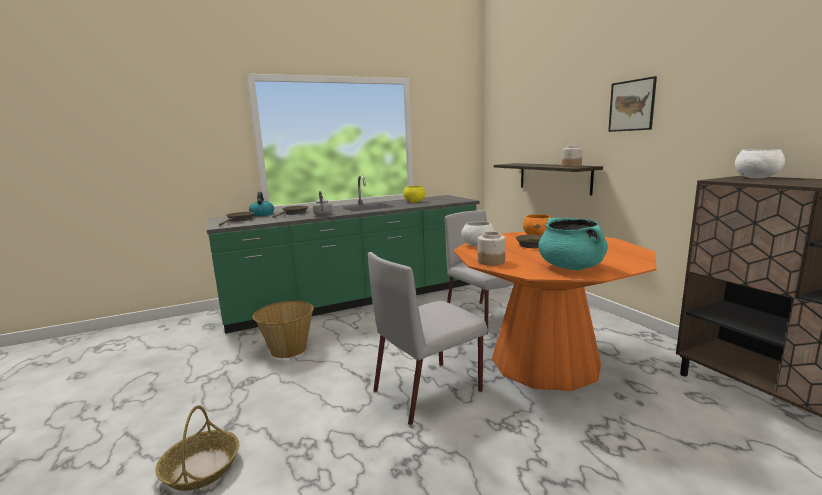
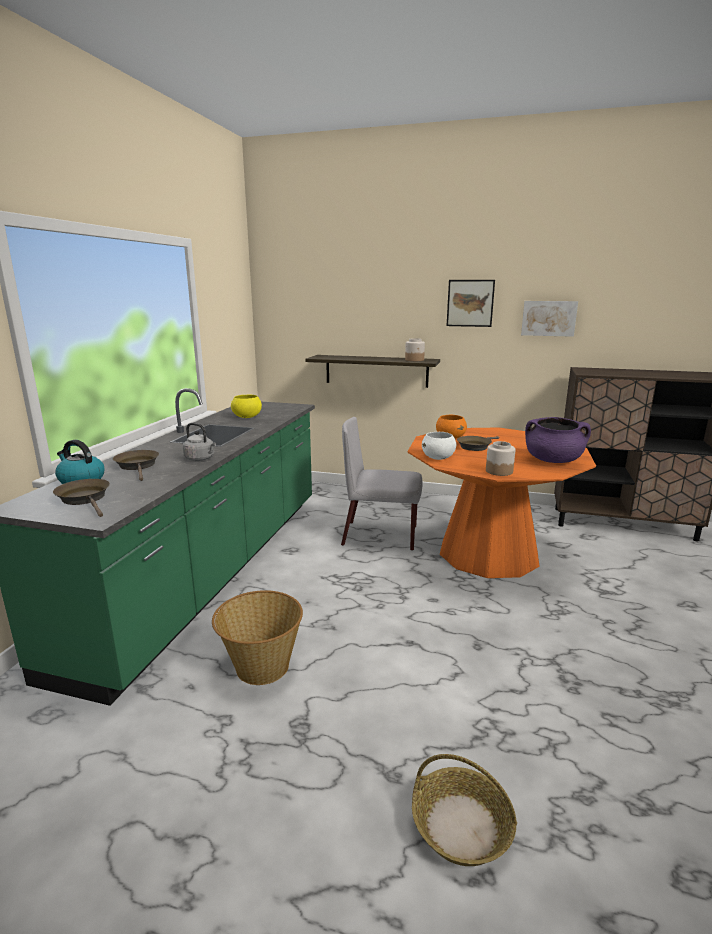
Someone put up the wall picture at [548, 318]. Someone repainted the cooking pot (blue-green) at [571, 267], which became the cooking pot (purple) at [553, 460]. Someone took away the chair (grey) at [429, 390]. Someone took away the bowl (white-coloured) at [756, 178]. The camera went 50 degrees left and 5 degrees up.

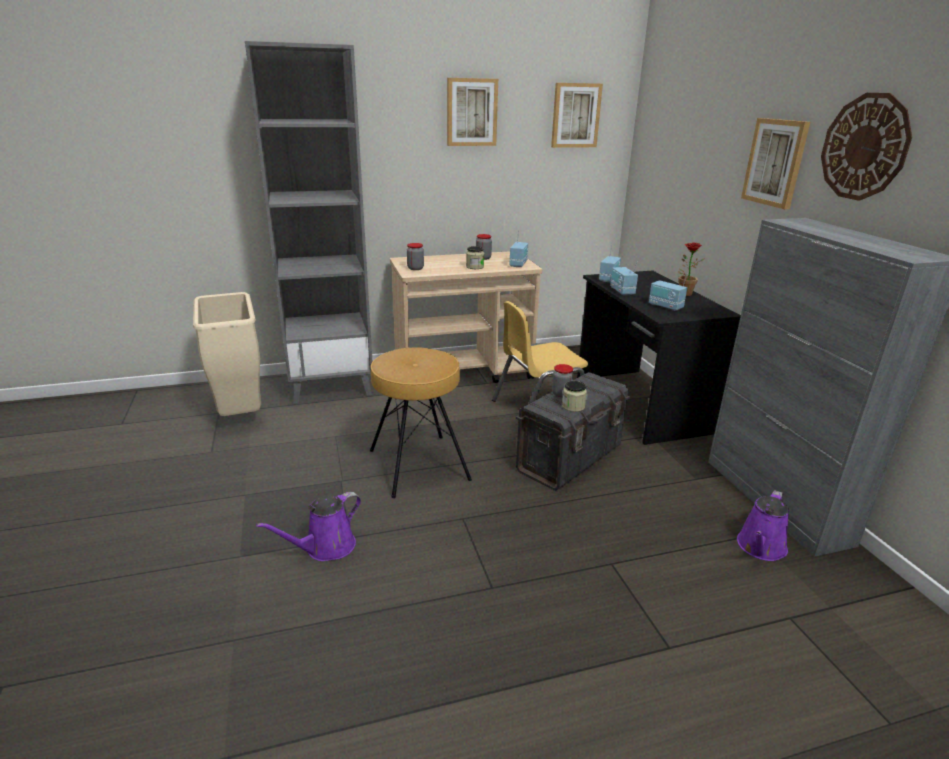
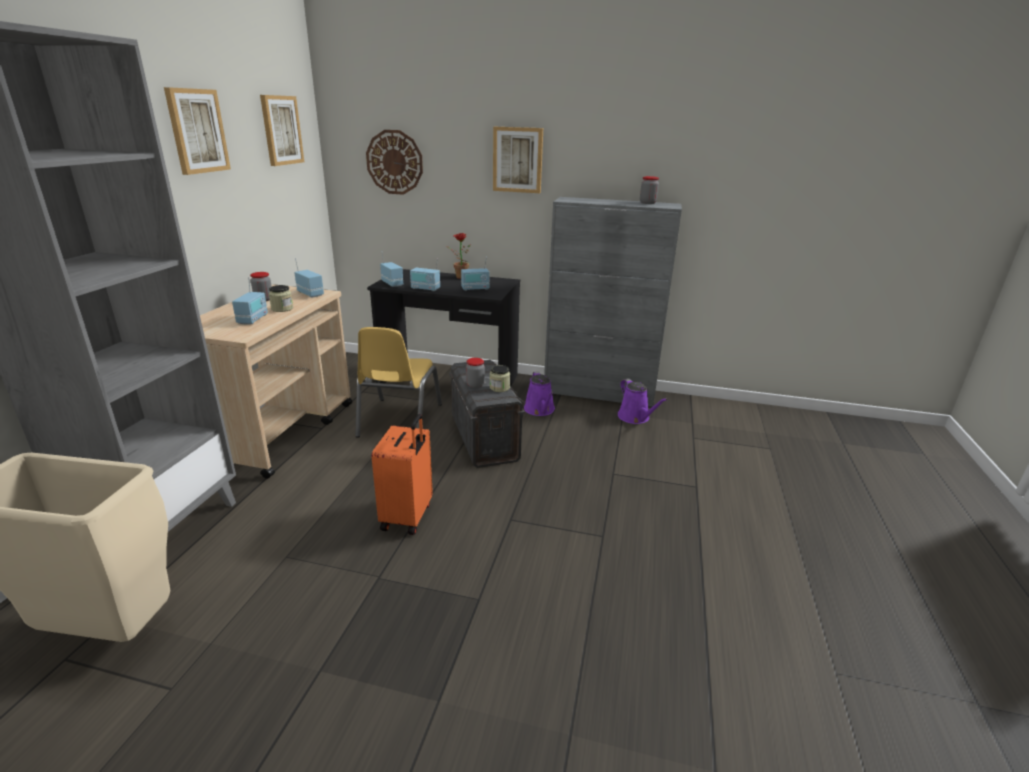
Someone put down the radio at [253, 319]. Someone carried the clock on the wall from [864, 147] to [394, 162]. Someone swapped the stool (brownish) at [418, 465] for the piece of luggage (orange-coloured) at [408, 517]. Someone carried the sprinkling can (purple) from [326, 548] to [540, 410]. Someone carried the jar from [415, 268] to [647, 203]. The camera went 60 degrees left and 0 degrees up.

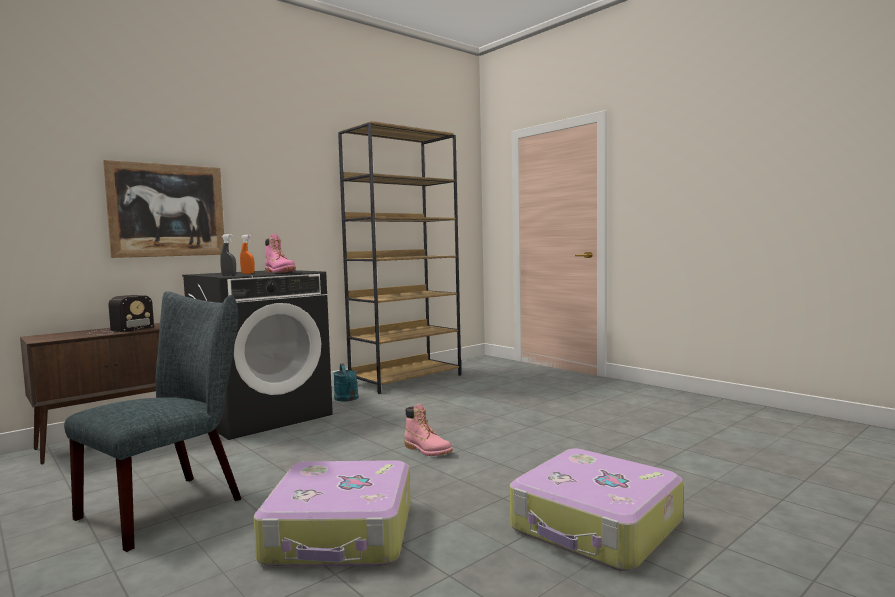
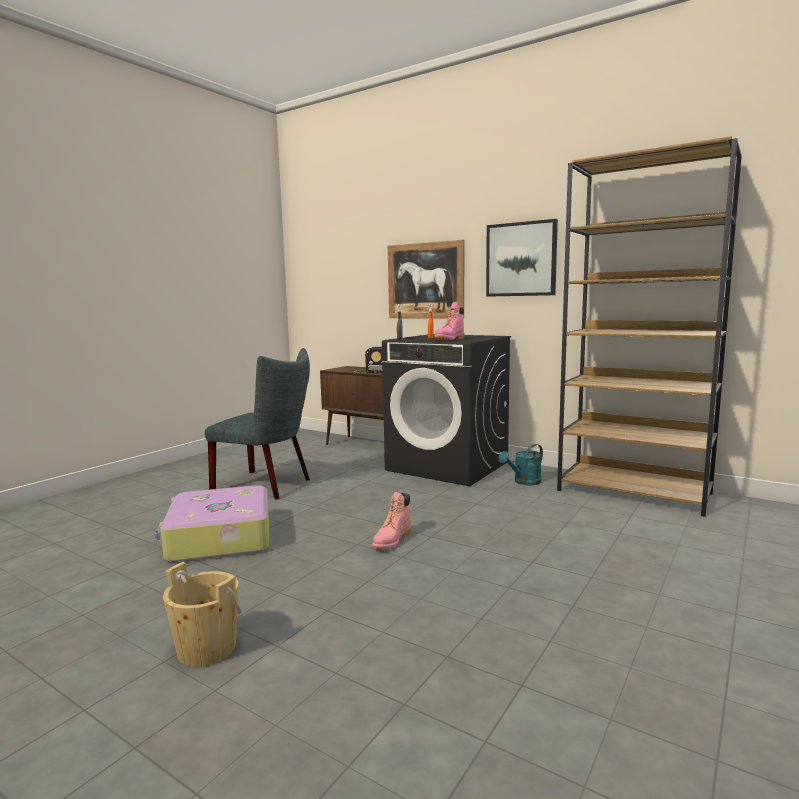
Someone swapped the piece of luggage at [596, 527] for the water bucket (beige) at [207, 649]. Someone put up the wall picture at [521, 259]. The camera went 75 degrees right and 5 degrees up.

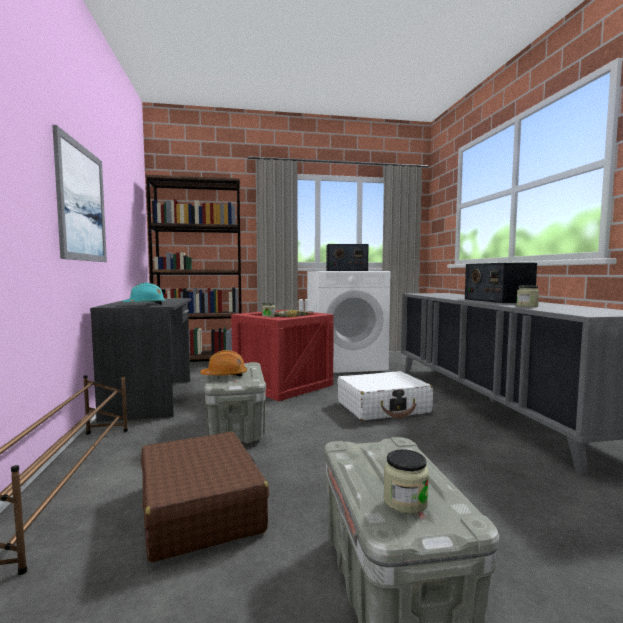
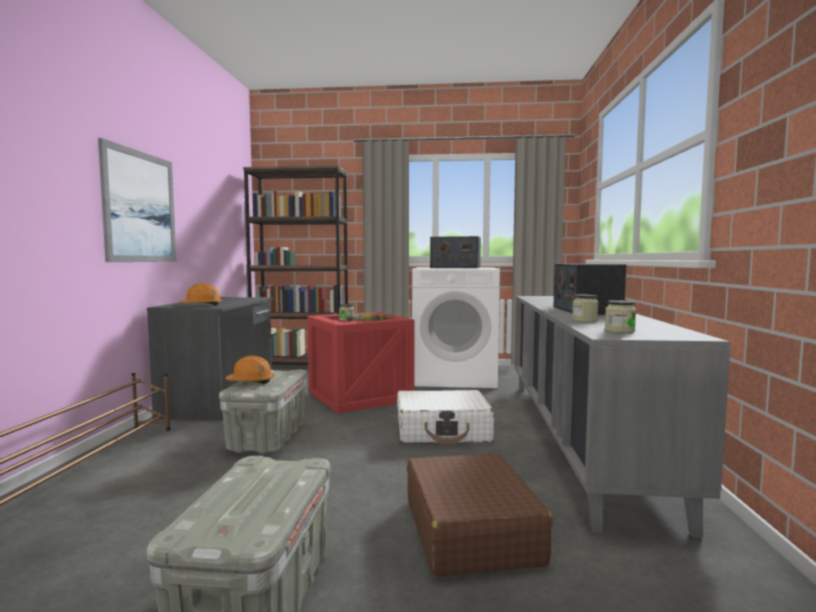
Someone repainted the work helmet (blue-green) at [145, 305], which became the work helmet (orange-coloured) at [202, 305]. Someone carried the piece of luggage (brownish) from [200, 508] to [470, 530]. Someone carried the jar from [405, 501] to [619, 331]. The camera went 15 degrees right and 0 degrees up.

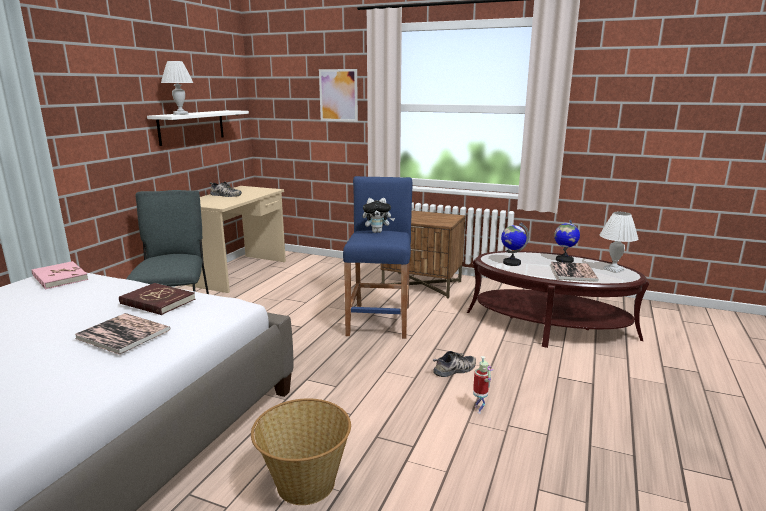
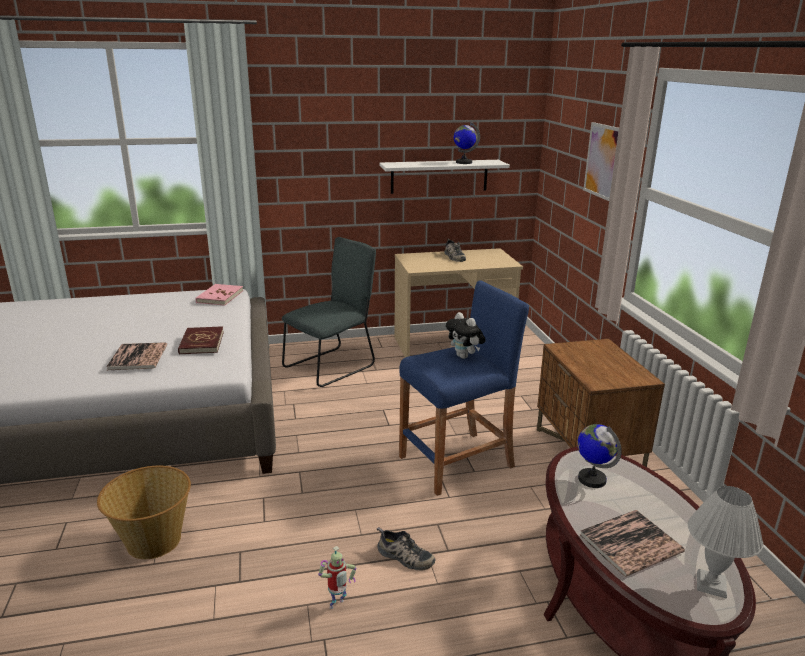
Someone carried the desk globe from [564, 260] to [463, 162]. Someone took away the lamp for a table (white-coloured) at [180, 114]. The camera went 55 degrees right and 5 degrees up.

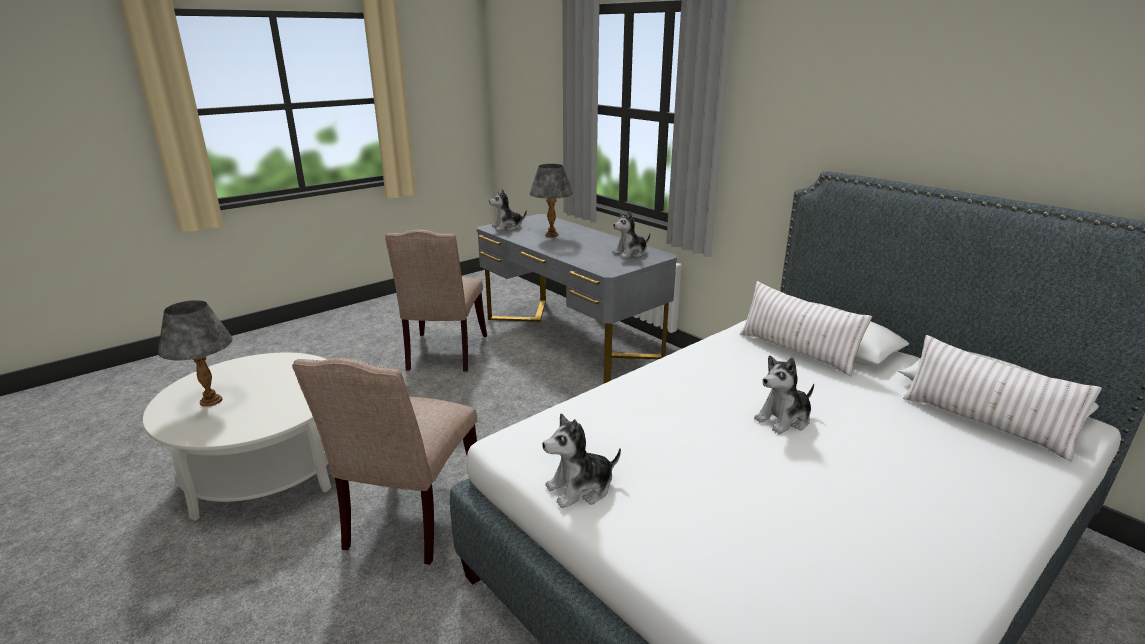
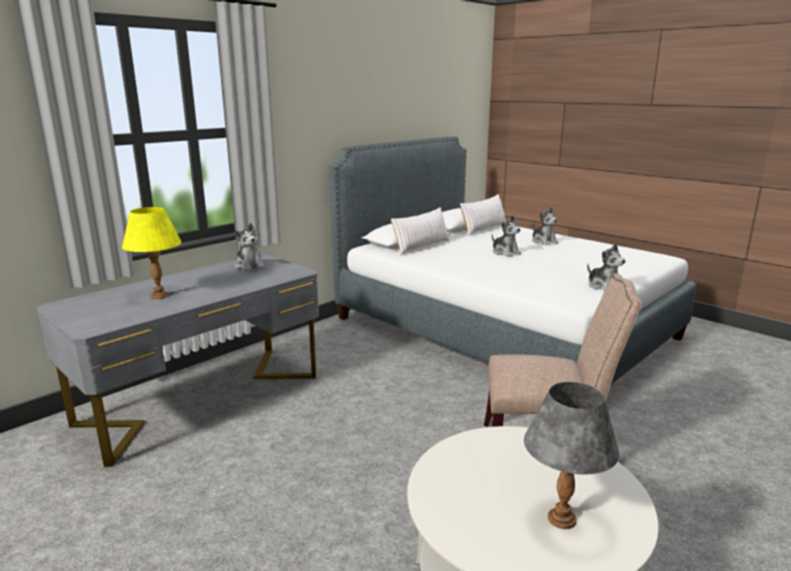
Someone repainted the lamp for a table (grey) at [552, 235], which became the lamp for a table (yellowish) at [160, 295]. Someone carried the cuddly toy from [507, 227] to [544, 241]. Someone took away the chair (beige) at [444, 354]. The camera went 95 degrees left and 5 degrees down.

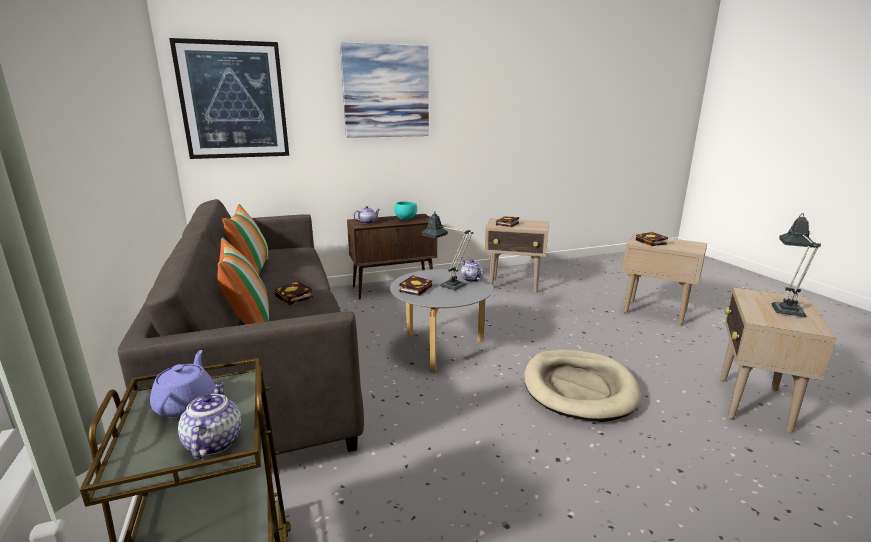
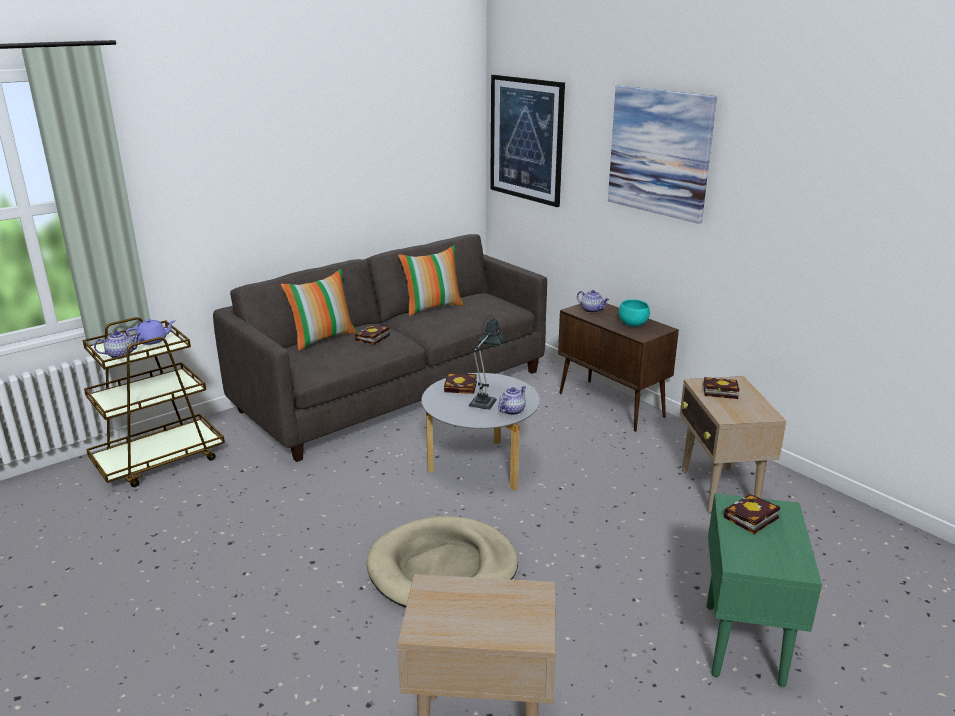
Someone repainted the accent table (beige) at [654, 312], which became the accent table (green-coloured) at [744, 643]. Someone took away the lamp for a table at [785, 308]. The camera went 70 degrees right and 5 degrees up.

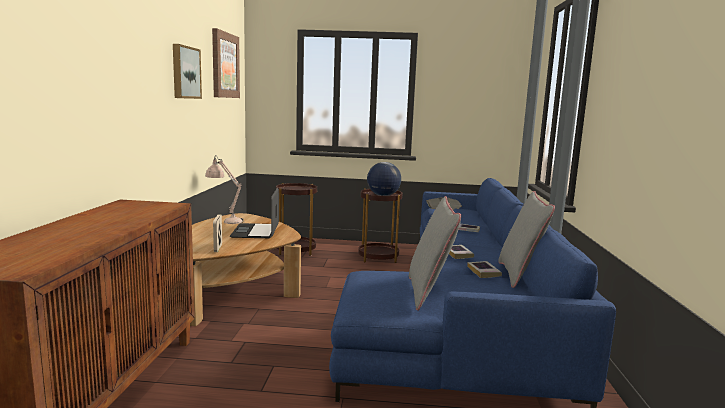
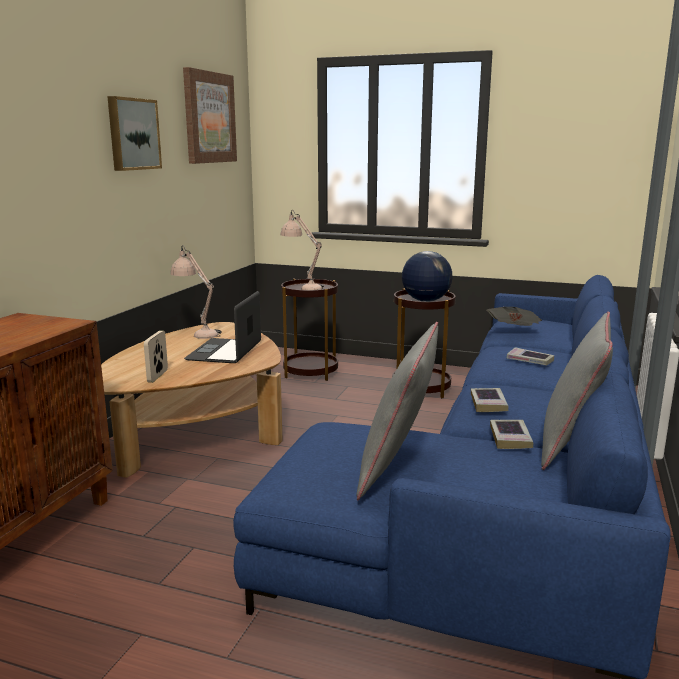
Someone put down the lamp for a table (beige) at [303, 287]. The camera went 15 degrees right and 5 degrees up.

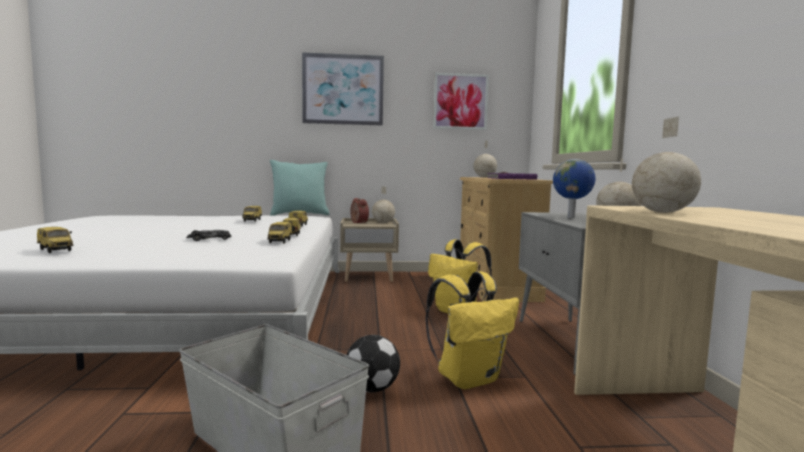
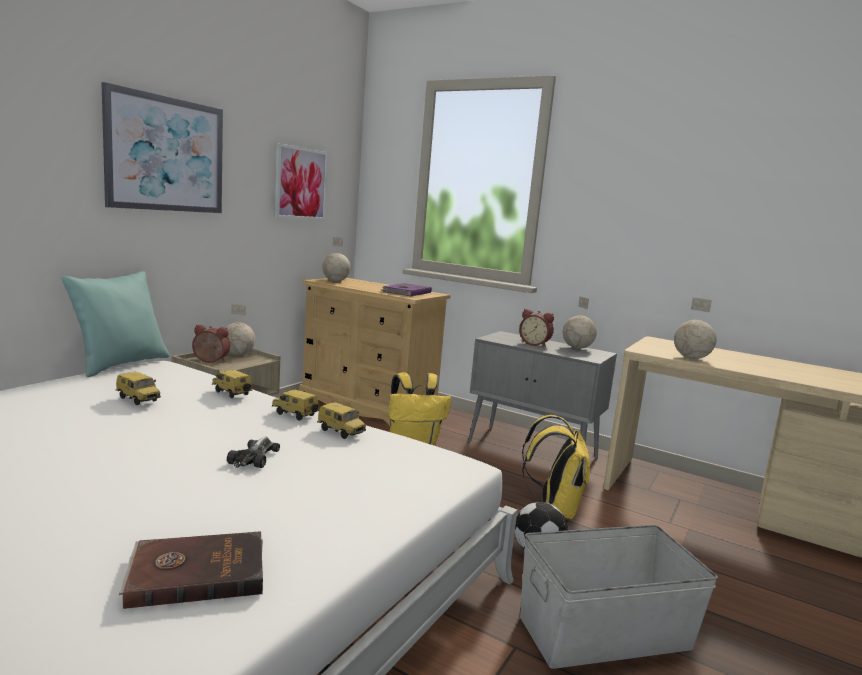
Someone swapped the toy car at [57, 250] for the book (brownish) at [197, 572]. Someone swapped the desk globe at [572, 217] for the bedside clock at [535, 344]. The camera went 55 degrees left and 5 degrees up.

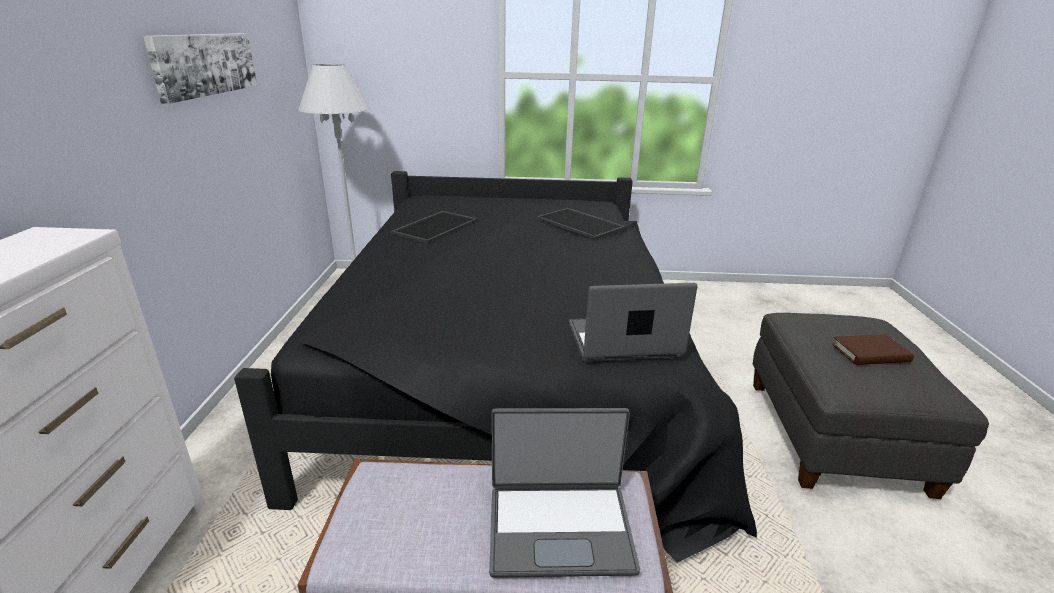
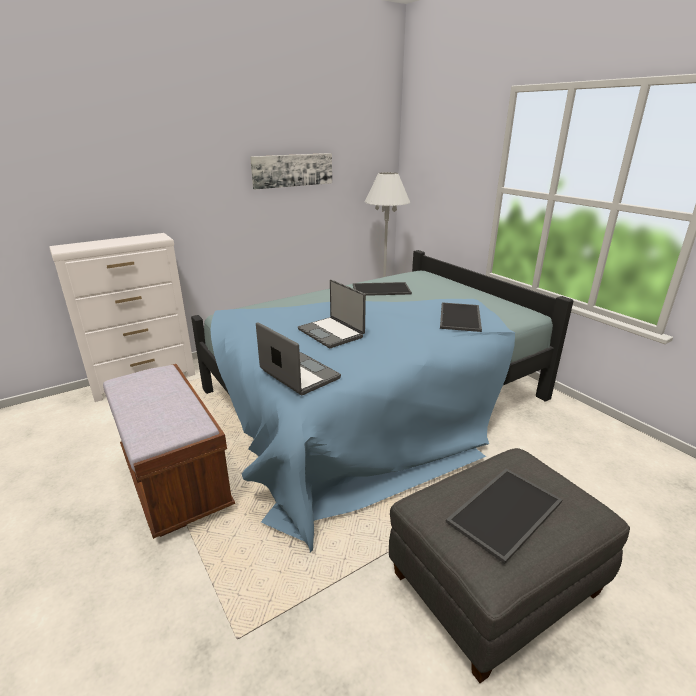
Someone repainted the bed (blackish) at [511, 371], which became the bed (bluish) at [372, 401]. Someone carried the portable computer from [560, 527] to [332, 333]. Someone swapped the book (brownish) at [870, 353] for the serving tray at [504, 510]. The camera went 55 degrees right and 0 degrees up.

